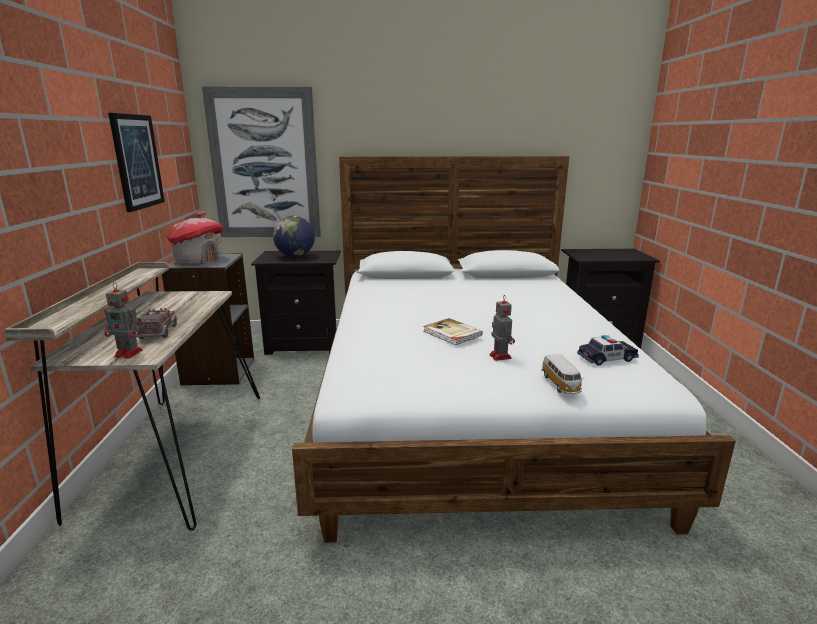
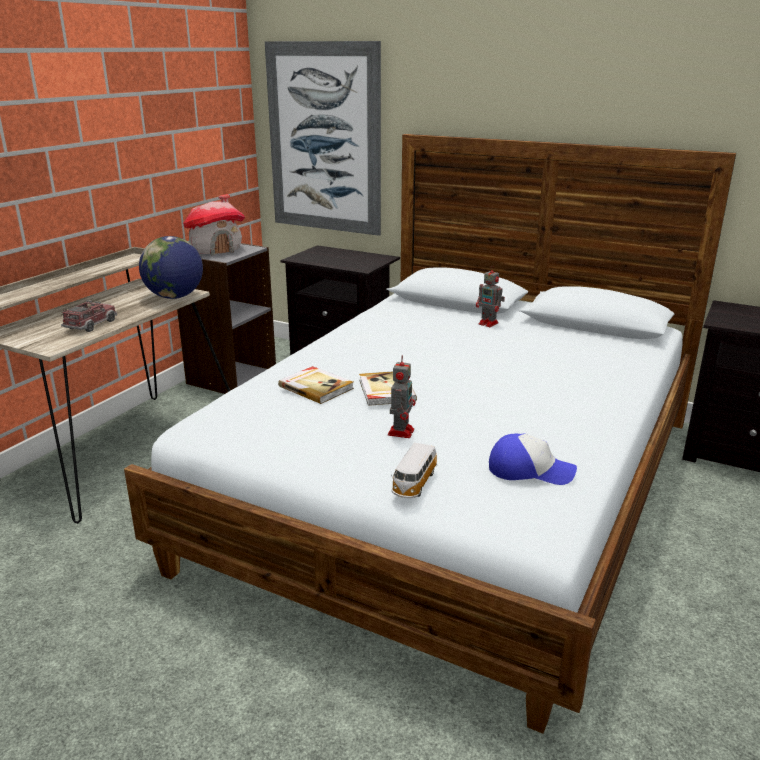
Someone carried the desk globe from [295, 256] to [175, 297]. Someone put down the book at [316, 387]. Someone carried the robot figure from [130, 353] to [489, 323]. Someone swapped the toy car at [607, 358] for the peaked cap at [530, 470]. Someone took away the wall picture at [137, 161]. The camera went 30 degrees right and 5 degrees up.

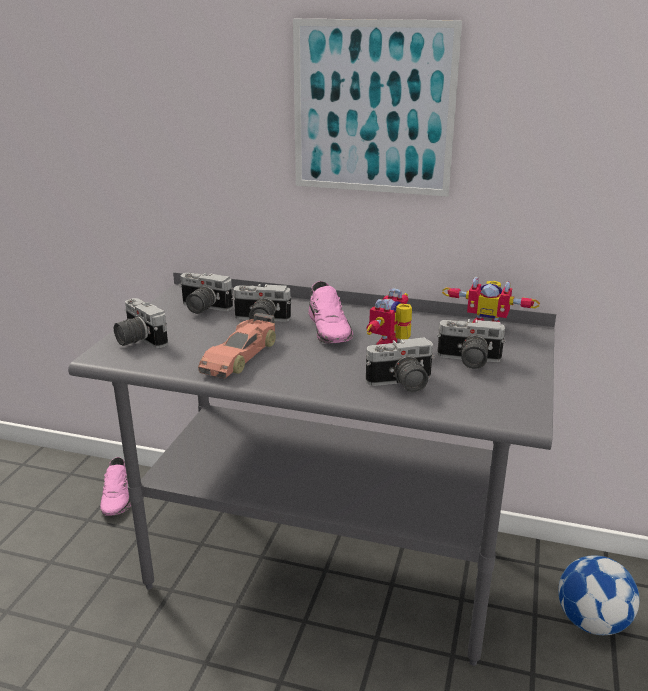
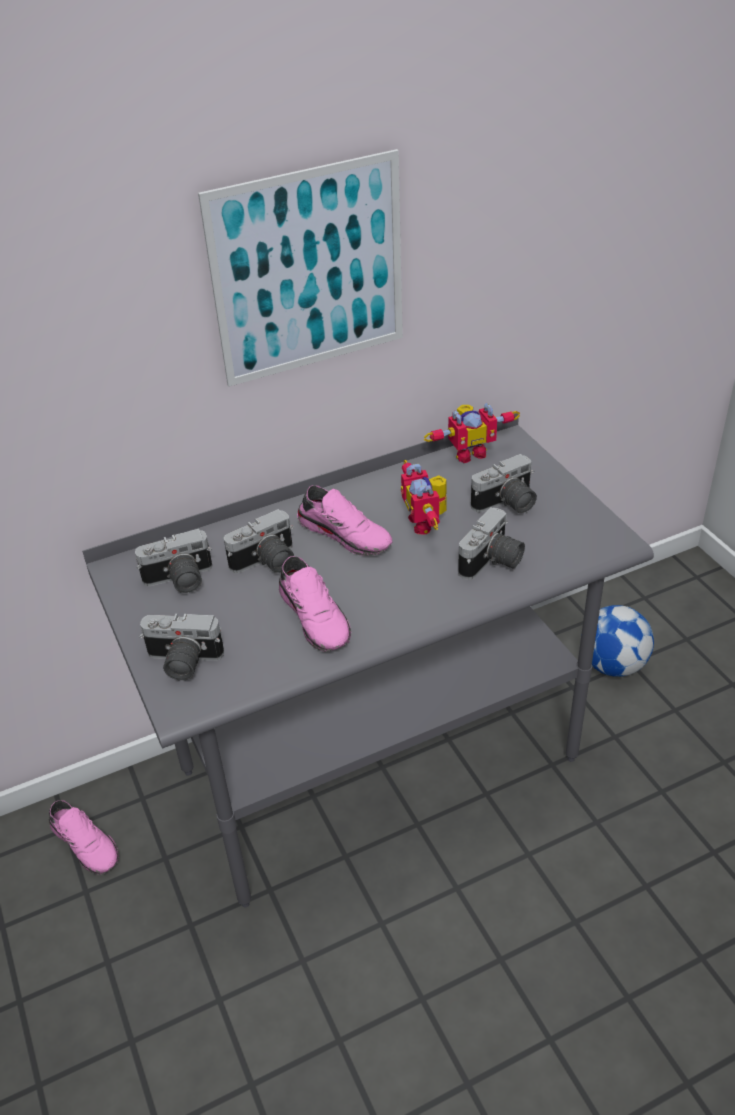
Someone swapped the toy car at [241, 356] for the shoe (pink-coloured) at [316, 617]. The camera went 40 degrees left and 15 degrees up.

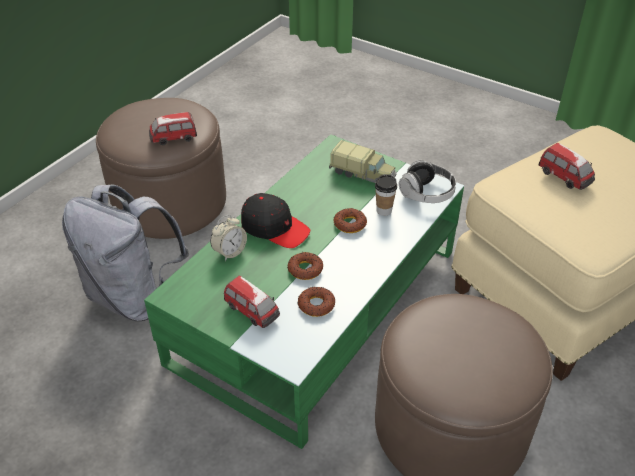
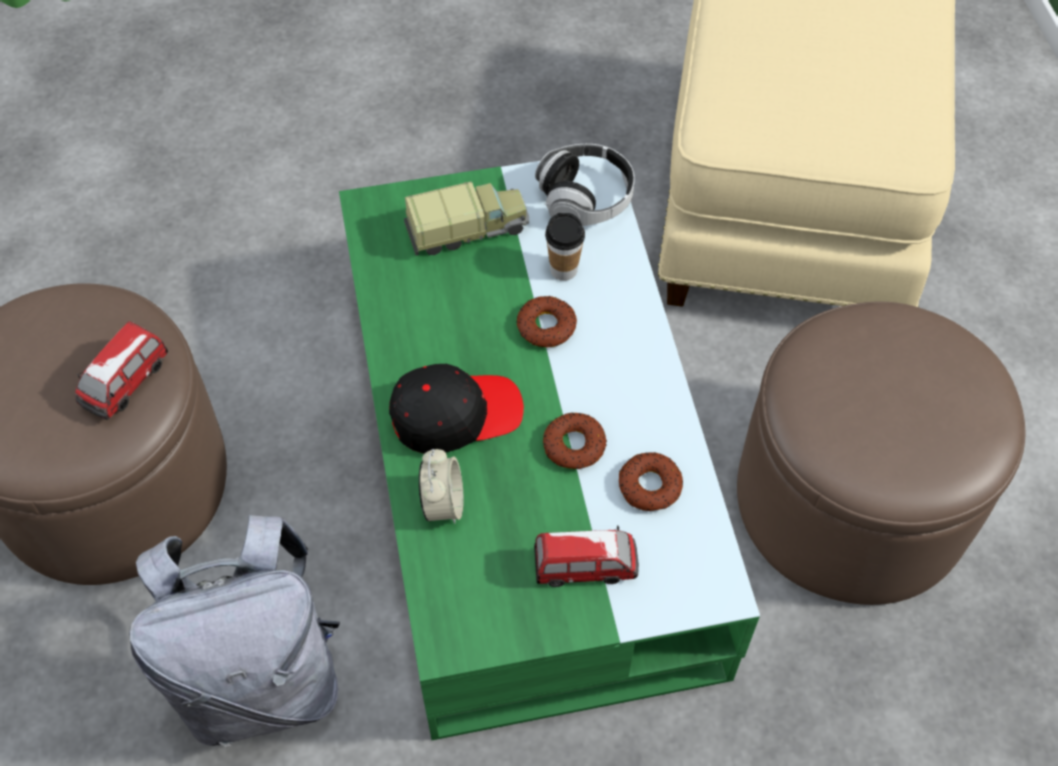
Someone took away the toy car at [565, 177]. The camera went 45 degrees left and 15 degrees up.

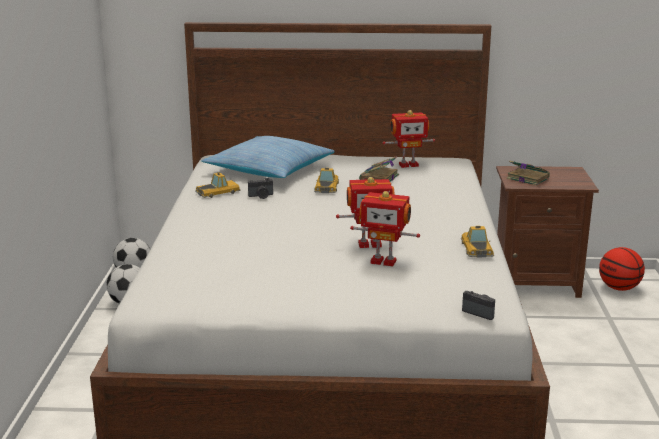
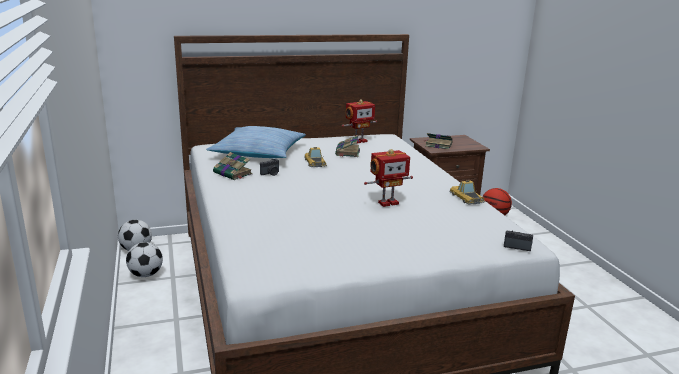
Someone swapped the toy car at [218, 192] for the book at [233, 173]. Someone took away the robot figure at [383, 261]. The camera went 20 degrees left and 0 degrees up.

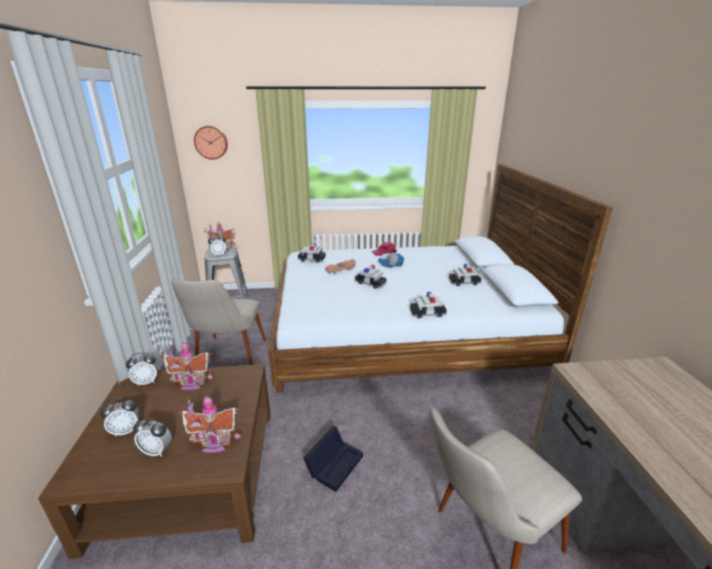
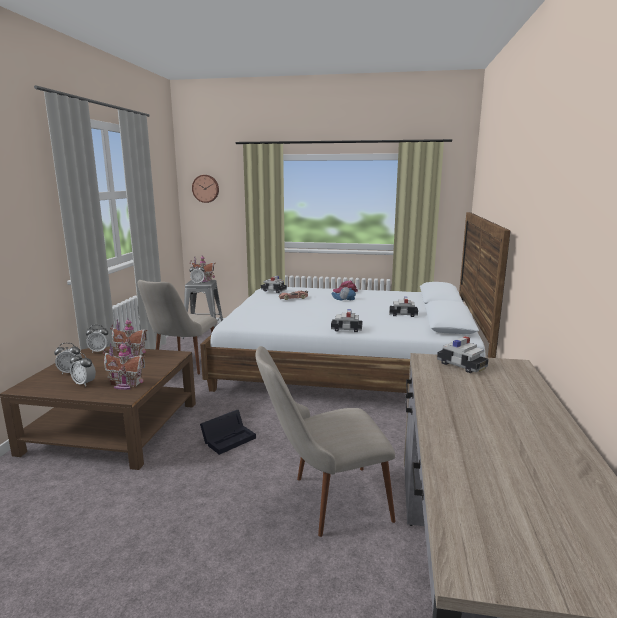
Someone carried the toy car from [370, 283] to [461, 365]. The camera went 15 degrees right and 10 degrees down.

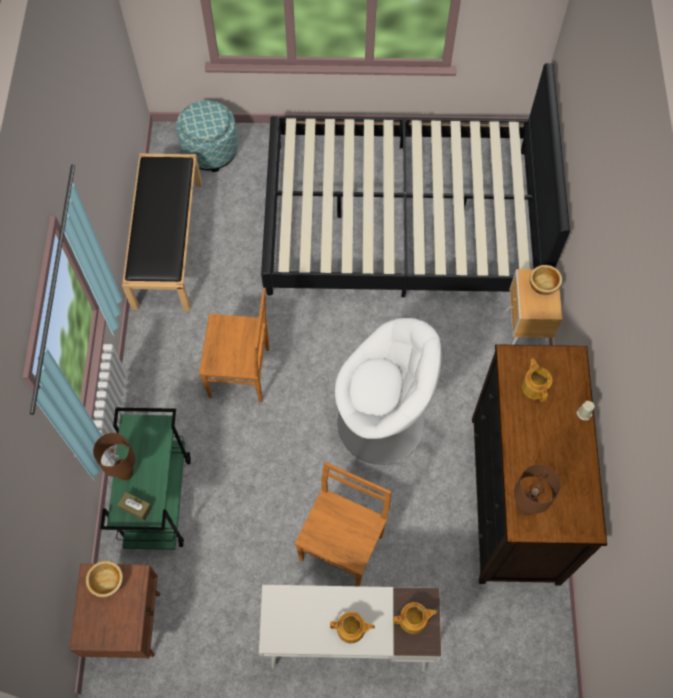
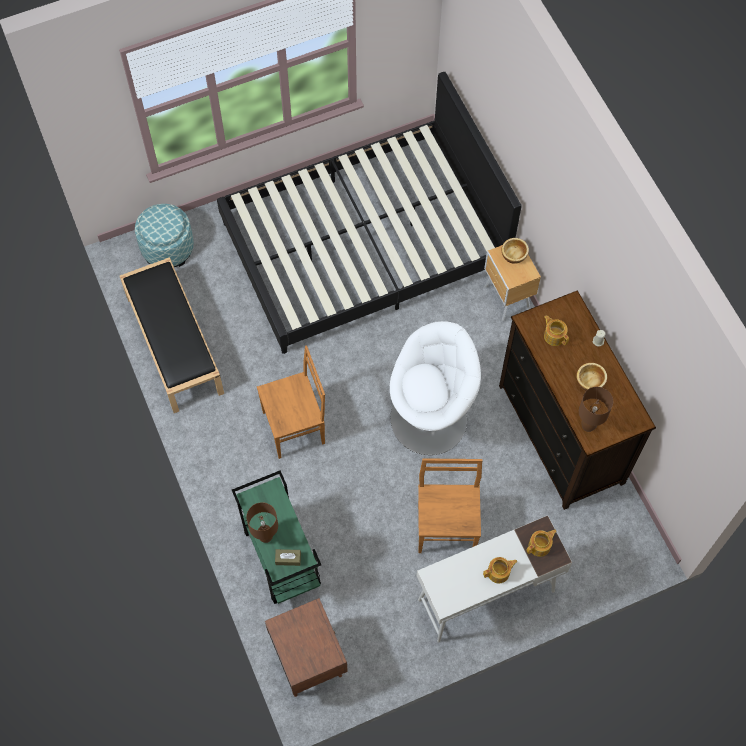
Someone carried the bowl from [108, 581] to [590, 381]. The camera went 25 degrees left and 0 degrees up.

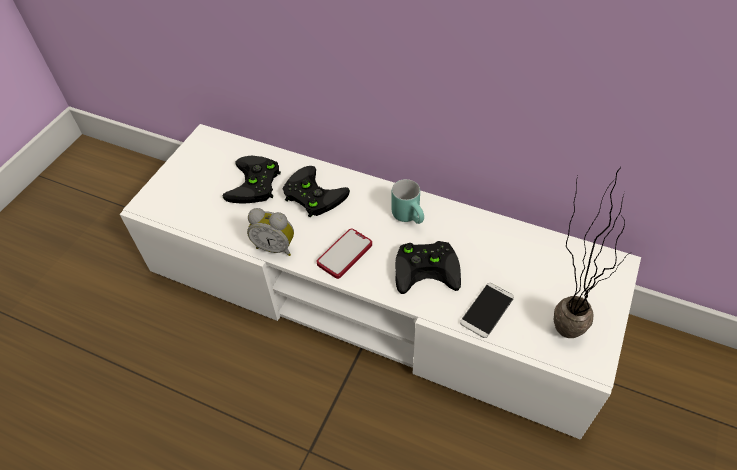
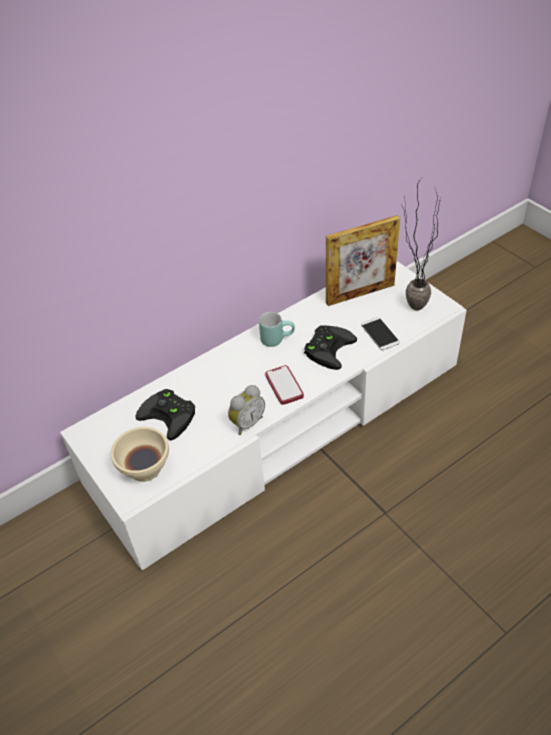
Someone put down the bowl (beige) at [145, 469]. Someone put down the photo frame at [360, 294]. Someone took away the gamepad (blackish) at [311, 195]. The camera went 60 degrees left and 5 degrees down.

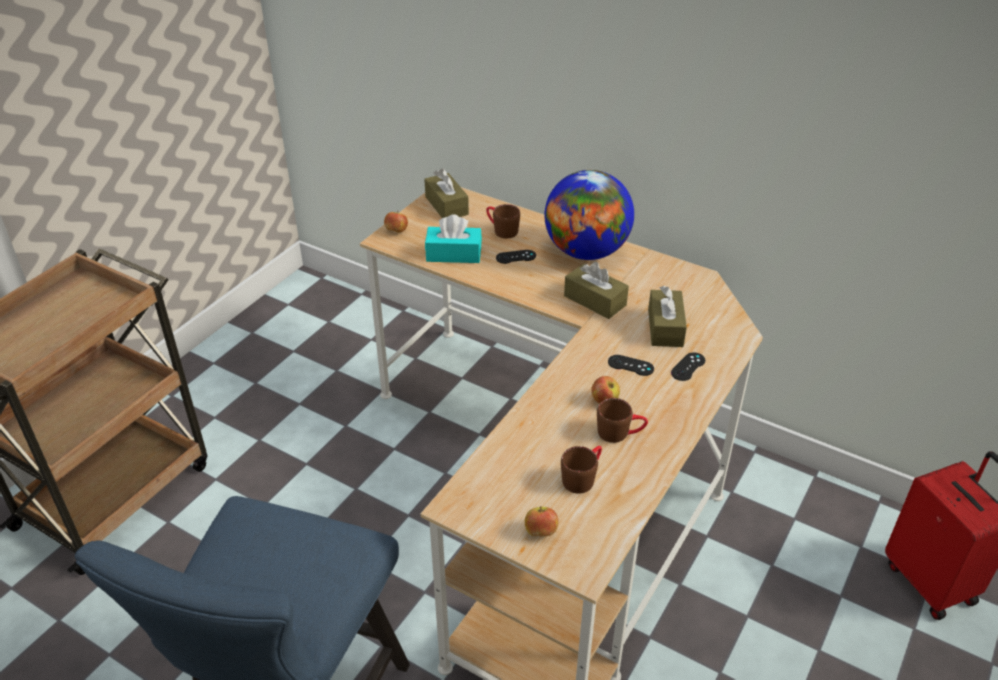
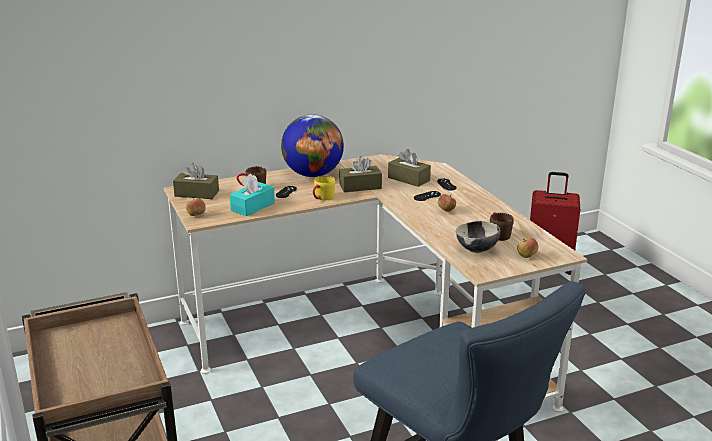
Someone put down the mug (yellowish) at [322, 198]. Someone put down the bowl at [476, 250]. Someone took away the mug (brownish) at [620, 433]. The camera went 55 degrees left and 15 degrees down.

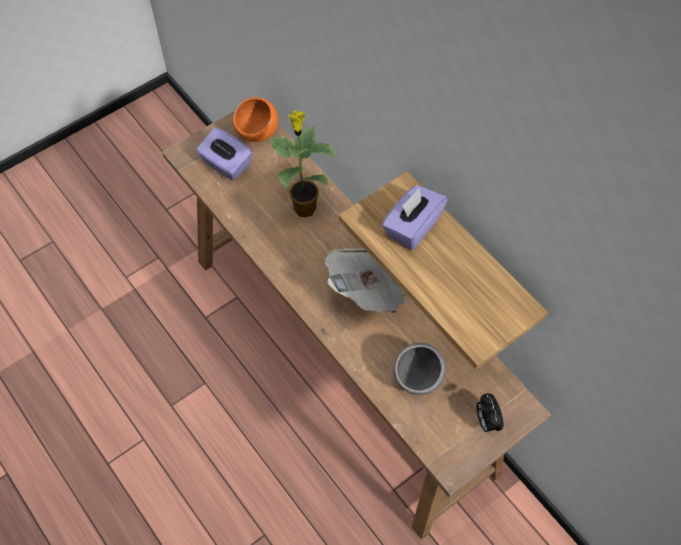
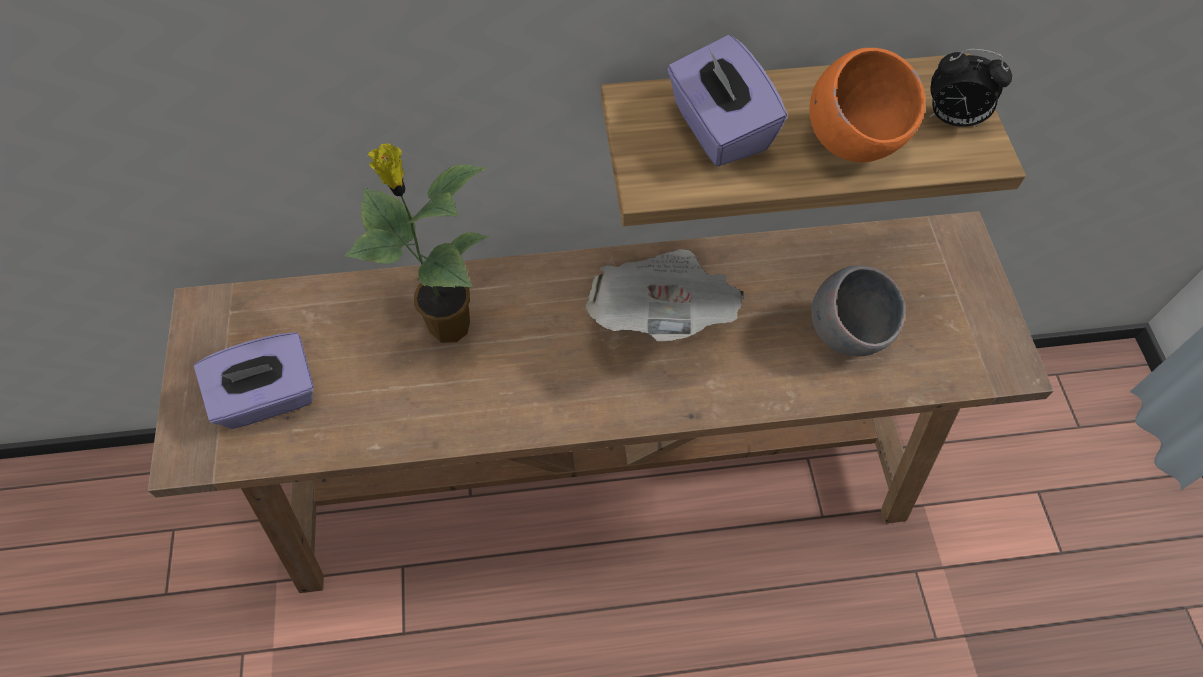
Someone carried the bowl (orange-coloured) from [258, 133] to [853, 141]. Someone carried the bedside clock from [486, 421] to [952, 119]. The camera went 60 degrees left and 0 degrees up.

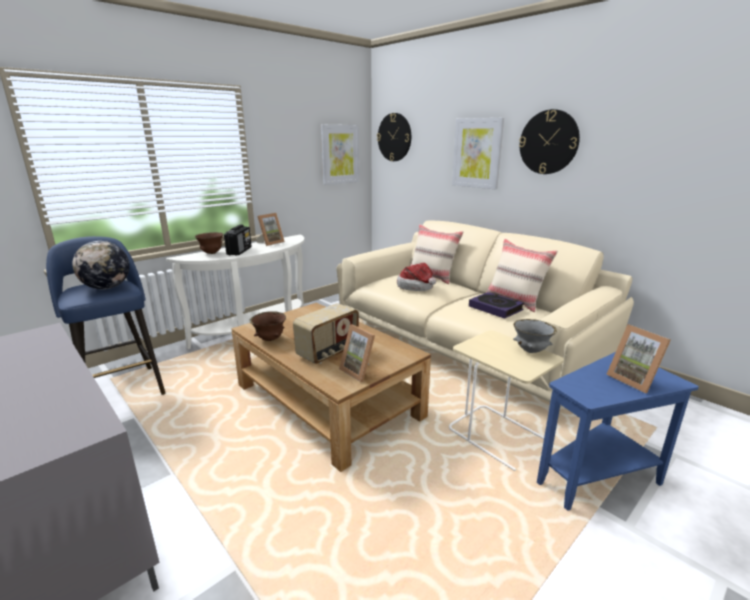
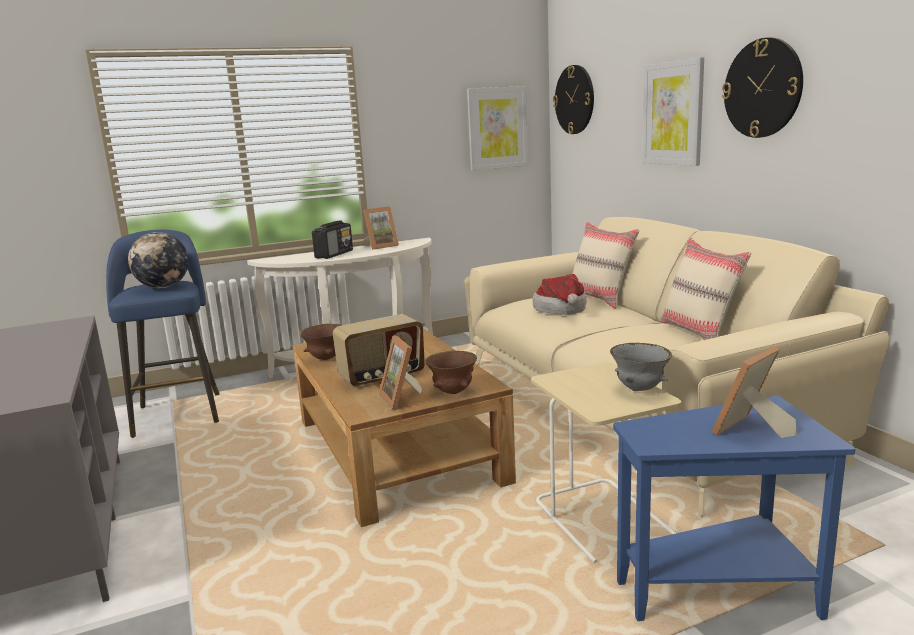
Someone carried the bowl (brownish) from [212, 253] to [453, 392]. Someone rotated the photo frame at [634, 380] by 60 degrees clockwise. Someone took away the book at [495, 308]. The camera went 20 degrees right and 5 degrees down.

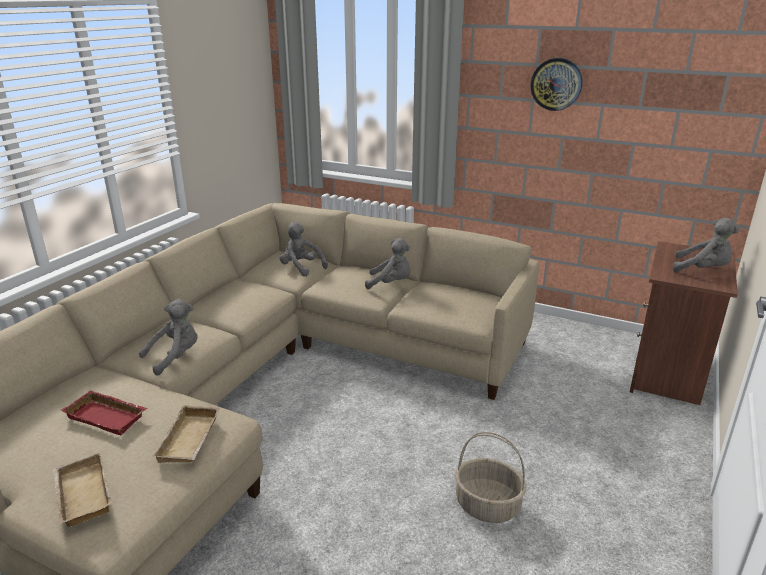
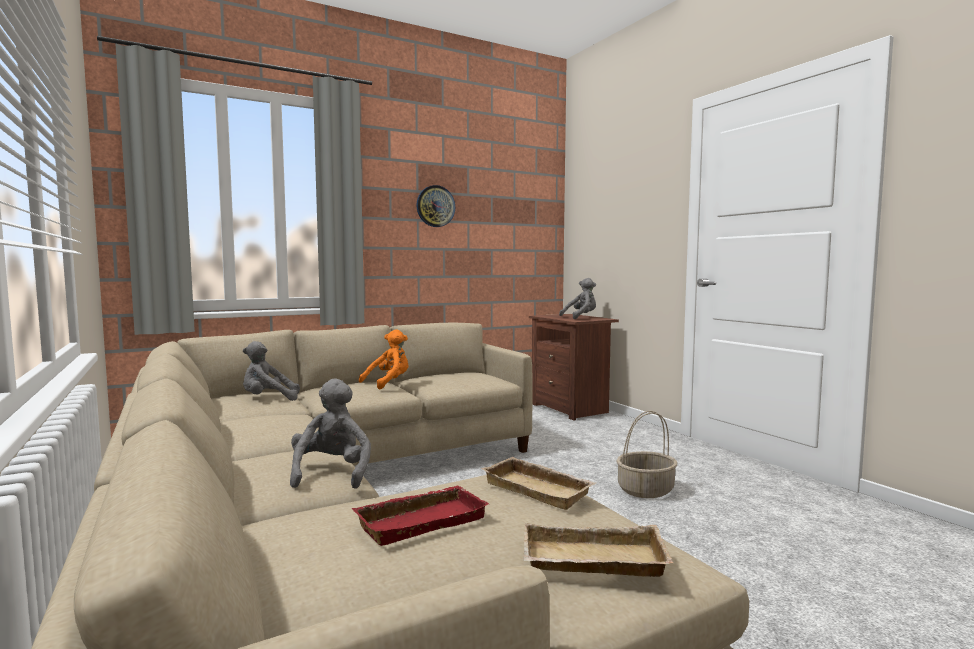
Someone repainted the cuddly toy (grey) at [391, 283], which became the cuddly toy (orange-coloured) at [388, 383]. The camera went 55 degrees left and 20 degrees down.

